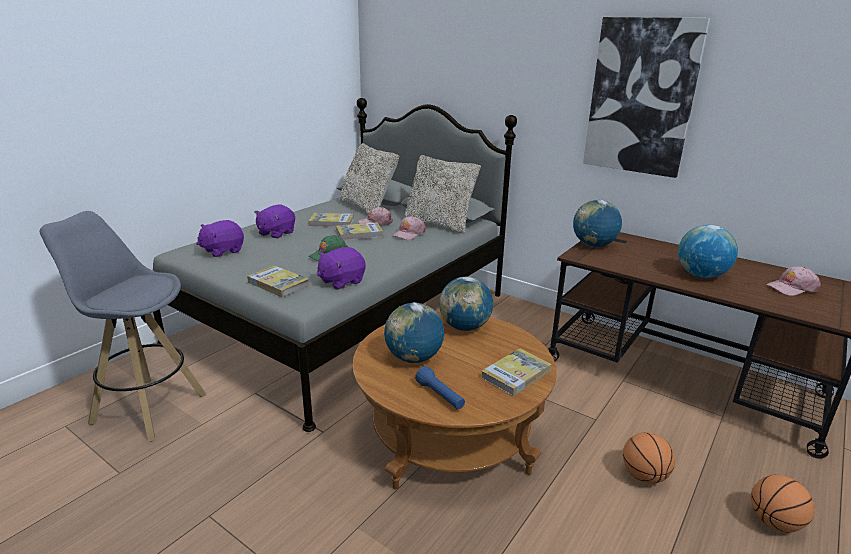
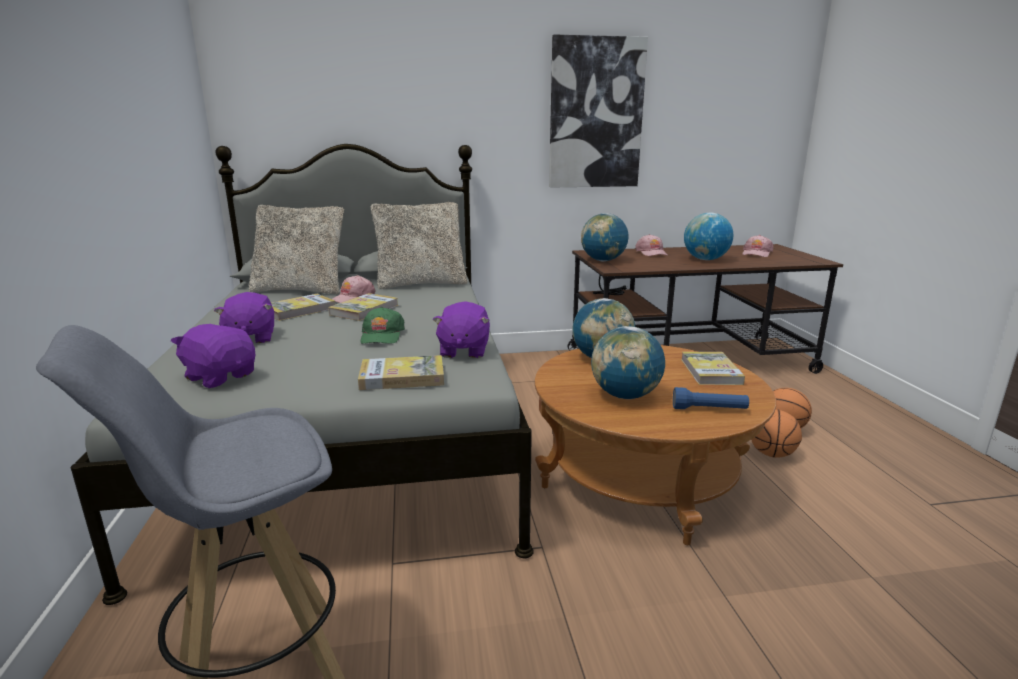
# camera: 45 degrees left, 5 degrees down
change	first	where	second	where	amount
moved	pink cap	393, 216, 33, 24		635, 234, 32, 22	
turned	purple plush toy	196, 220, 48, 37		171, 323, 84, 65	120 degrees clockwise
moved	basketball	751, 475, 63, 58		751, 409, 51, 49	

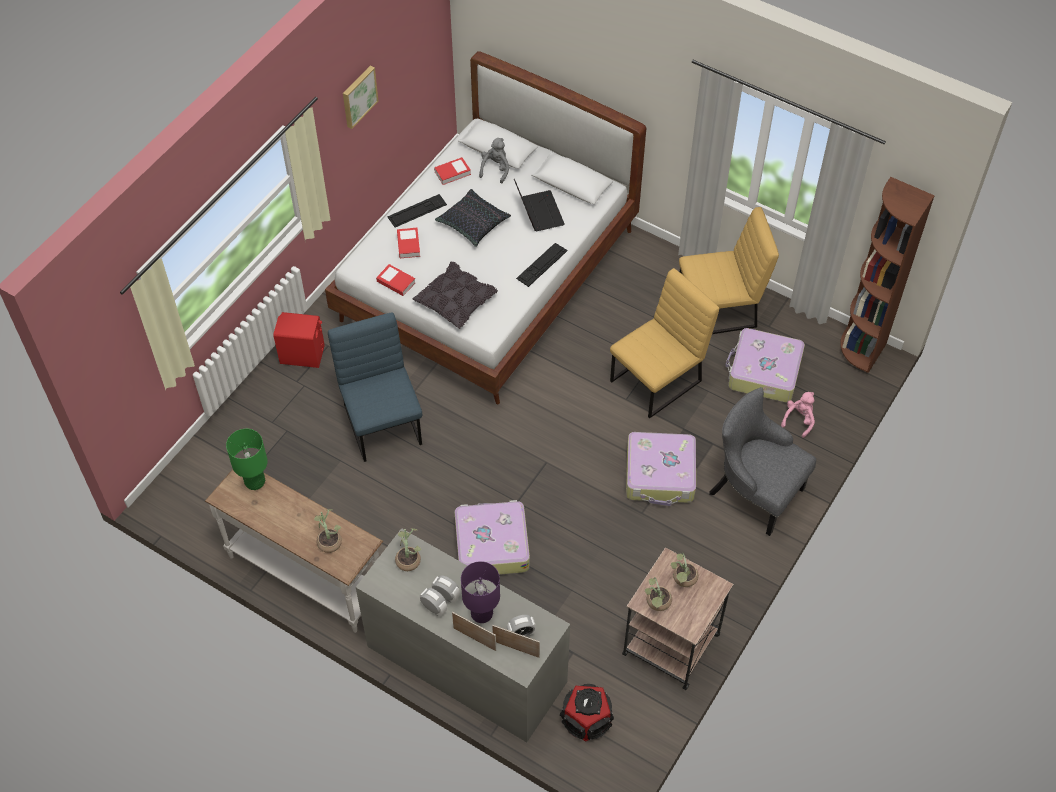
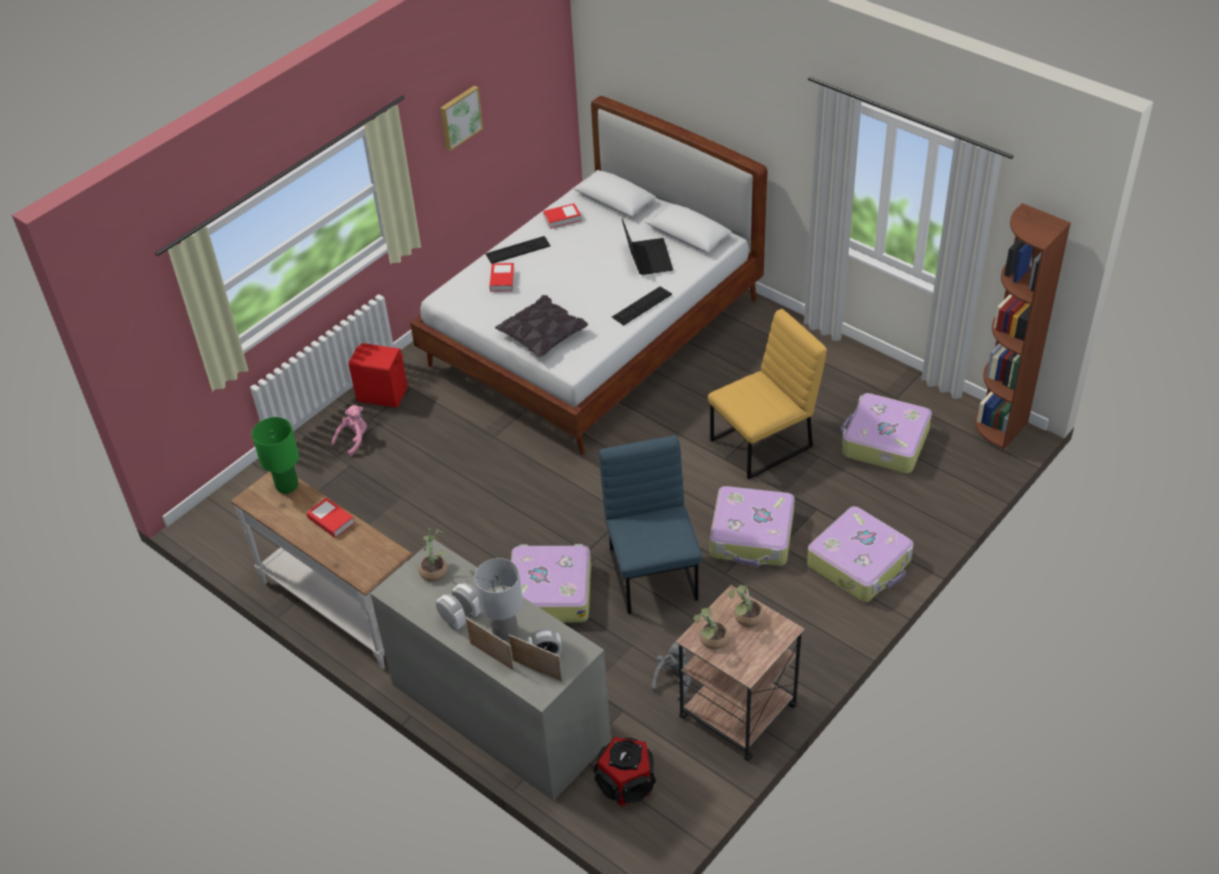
# camera: 10 degrees right, 10 degrees down
change	first	where	second	where	amount
moved	grey plush toy	479, 138, 30, 46		651, 642, 40, 59	
removed	black pillow	435, 189, 76, 58			
removed	yellow chair	679, 207, 100, 127			
moved	book	376, 264, 40, 32		307, 498, 48, 40	
moved	blue chair	328, 312, 94, 150		599, 435, 103, 179	
replaced	grey armchair	709, 387, 107, 149	suitcase	807, 506, 106, 96	
moved	pink plush toy	781, 392, 34, 46		331, 405, 36, 51	
removed	potted plant	314, 509, 28, 44			
recoloured	purple table lamp	461, 561, 39, 62	grey table lamp	475, 558, 48, 82	

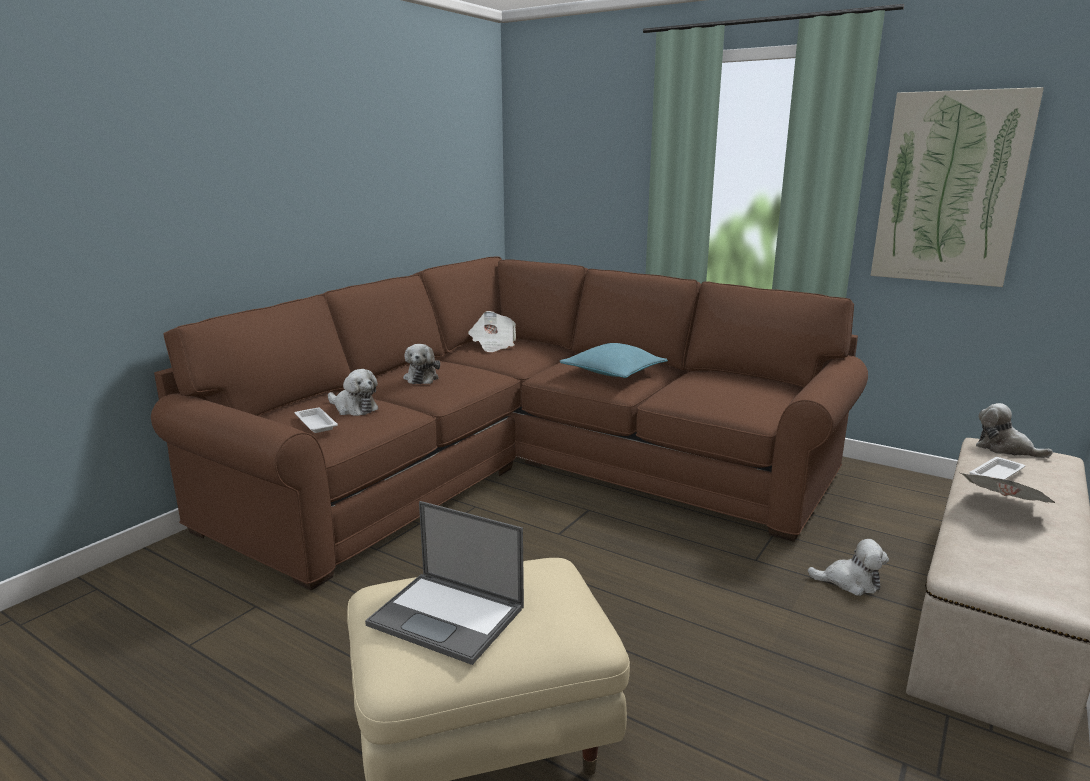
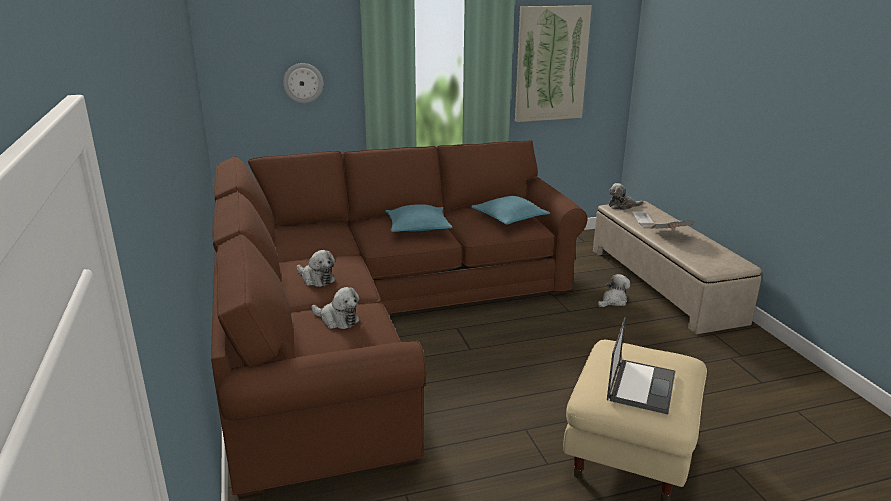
# camera: 50 degrees left, 5 degrees up
change	first	where	second	where	amount
removed	newspaper	468, 311, 48, 41			
turned	plush toy	328, 369, 50, 47		311, 287, 49, 42	45 degrees clockwise
removed	white tray	294, 408, 44, 25			
turned	laptop	365, 501, 159, 164		607, 317, 68, 97	45 degrees counterclockwise
added			wall clock	283, 63, 41, 40	
added			turquoise pillow	471, 196, 79, 29	

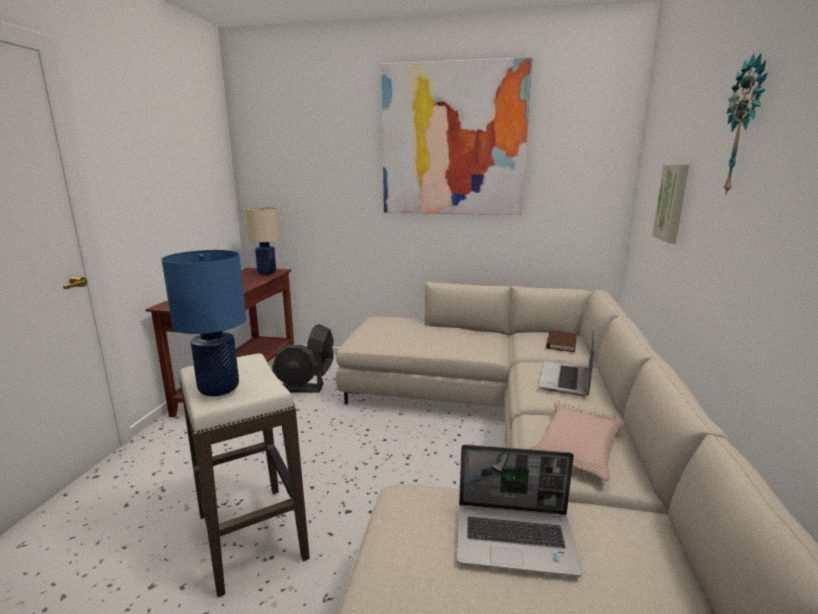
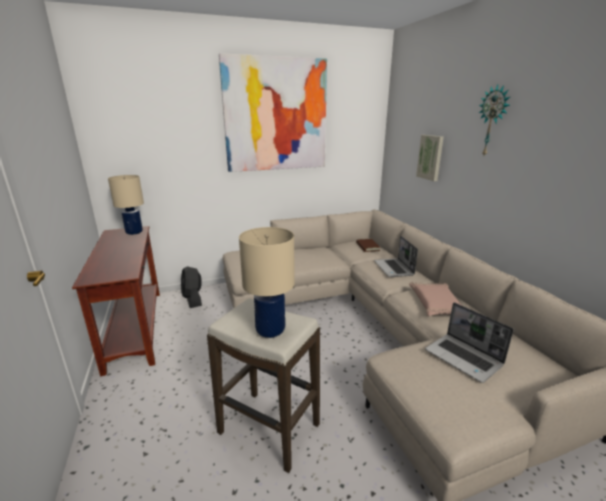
# camera: 30 degrees left, 5 degrees up
change	first	where	second	where	amount
recoloured	blue table lamp	162, 250, 84, 146	beige table lamp	239, 227, 56, 111	
removed	black fan	272, 345, 52, 48			
turned	laptop	457, 444, 125, 133		425, 302, 89, 81	75 degrees clockwise

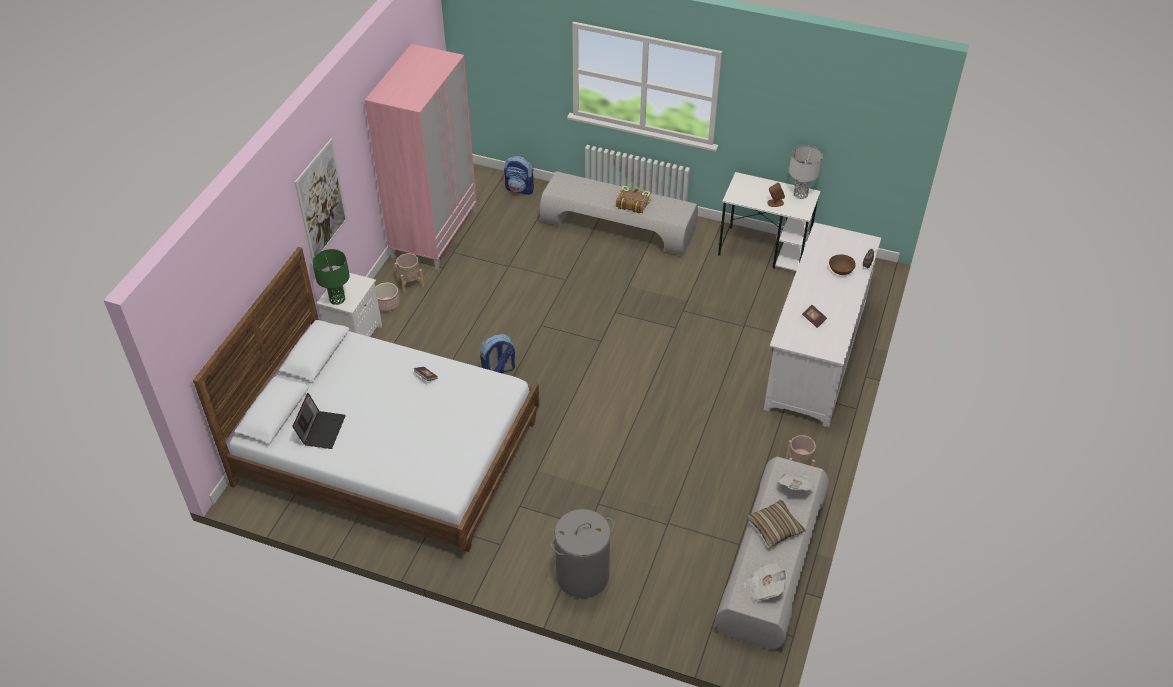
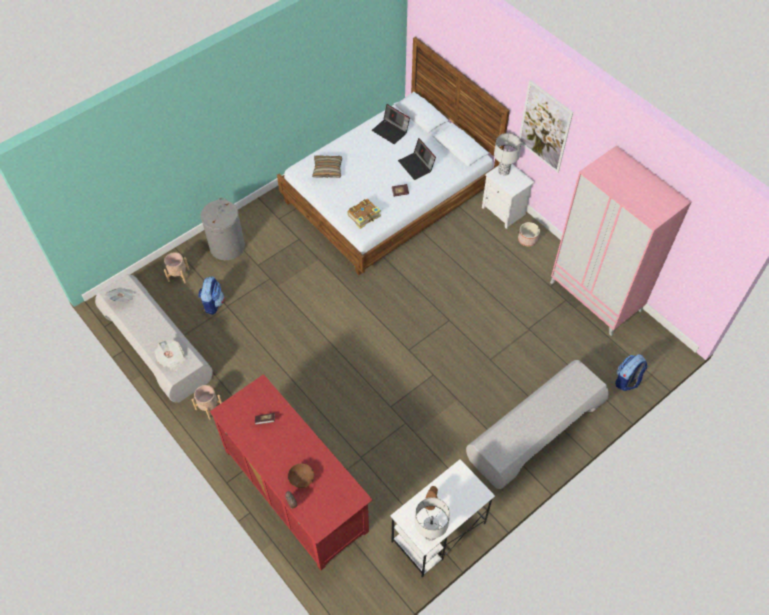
# camera: 120 degrees right, 10 degrees up
change	first	where	second	where	amount
moved	book	616, 185, 35, 28		348, 199, 33, 30	
recoloured	white dresser	764, 222, 117, 205	red dresser	210, 374, 162, 196	
recoloured	green table lamp	312, 249, 38, 56	white table lamp	494, 133, 28, 42	
moved	beige planter	395, 253, 29, 40		164, 252, 26, 31	
moved	backpack	480, 334, 35, 39		198, 276, 27, 39	
moved	pillow	747, 500, 58, 48		312, 155, 30, 23	
added			laptop	398, 138, 38, 42	

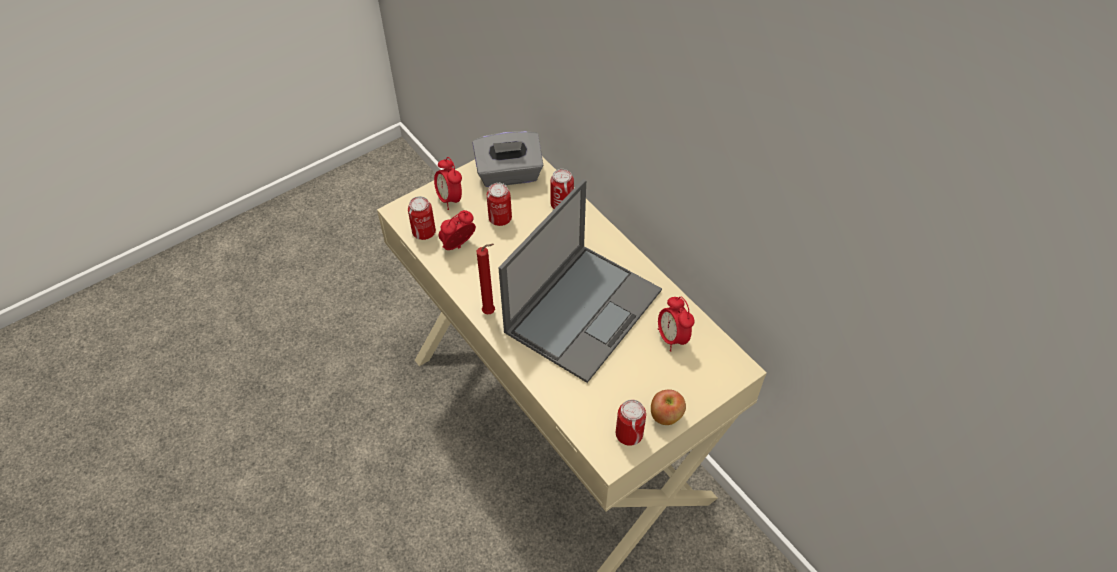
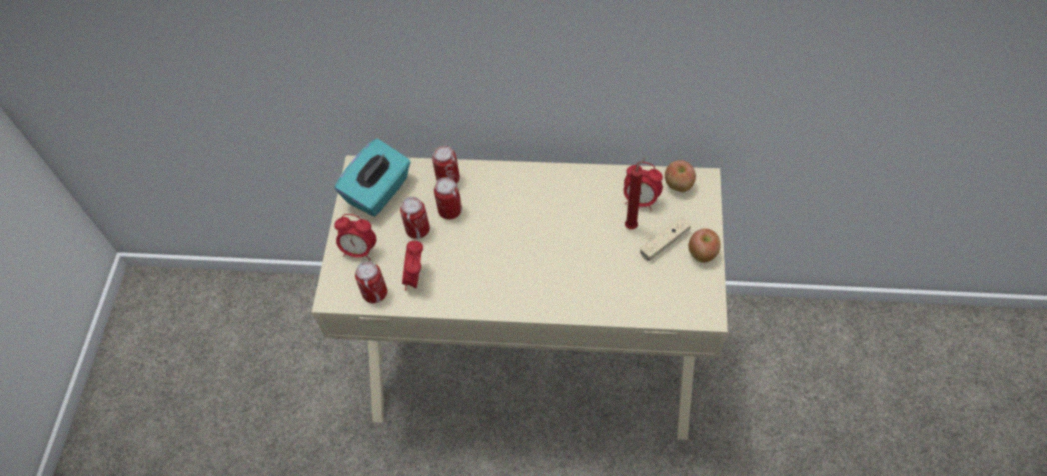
# camera: 45 degrees left, 5 degrees up
change	first	where	second	where	amount
recoloured	grey tissue box	473, 131, 71, 56	turquoise tissue box	335, 138, 76, 78	
removed	laptop	498, 179, 164, 204			
moved	red candle	477, 244, 18, 70		625, 157, 20, 72	
moved	can	616, 400, 30, 46		434, 177, 28, 42	
added			apple	665, 160, 31, 32	
added			beige game controller	640, 217, 50, 44	

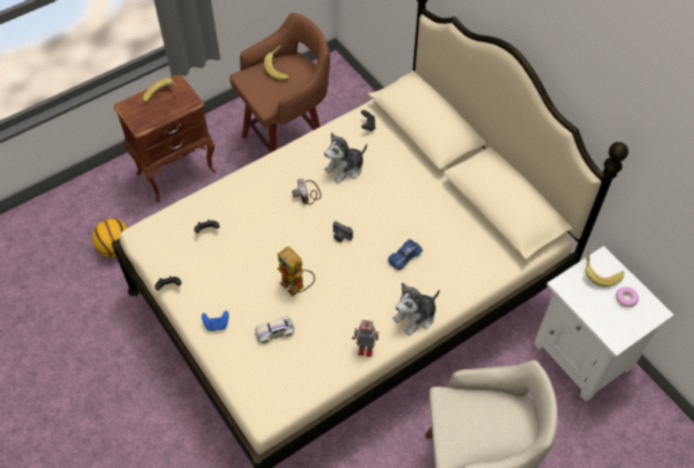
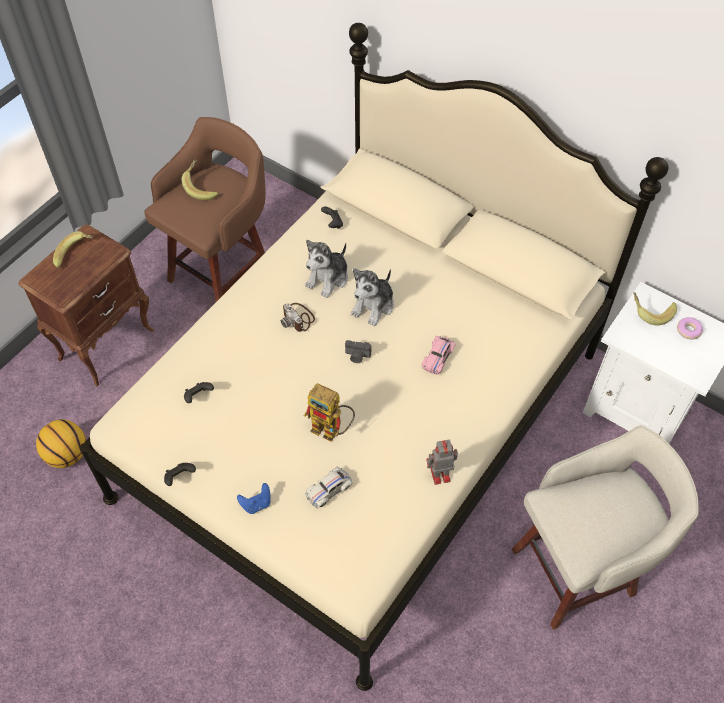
# camera: 20 degrees left, 0 degrees up
change	first	where	second	where	amount
recoloured	blue toy car	387, 239, 36, 31	pink toy car	422, 336, 34, 39	
moved	plush toy	393, 283, 47, 53		351, 268, 43, 58	

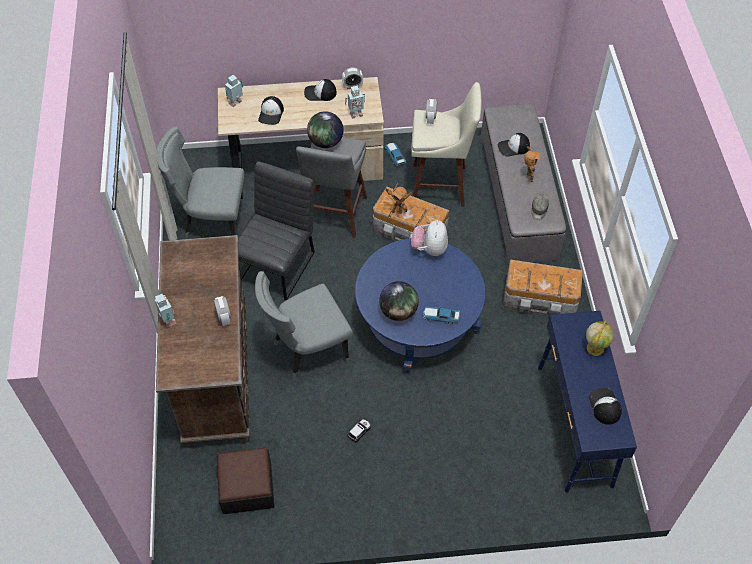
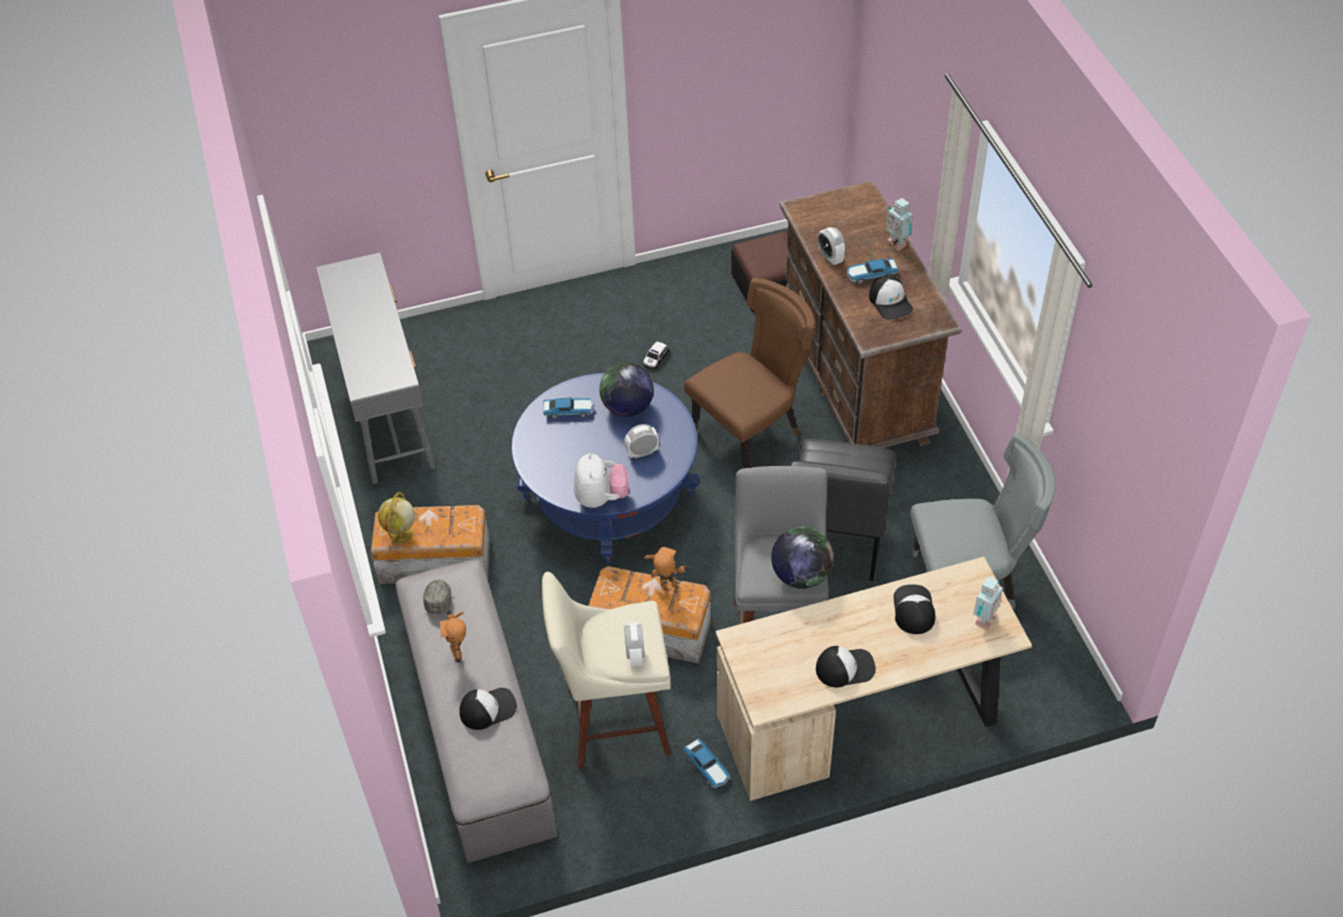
# camera: 170 degrees right, 5 degrees down
change	first	where	second	where	amount
moved	alarm clock	342, 67, 21, 22		624, 424, 35, 35	
removed	toy robot	345, 86, 20, 33			
recoloured	grey chair	255, 271, 98, 109	brown chair	684, 278, 131, 190	
recoloured	blue console table	538, 311, 99, 182	grey console table	316, 252, 119, 232	
moved	globe	586, 319, 28, 37		378, 492, 37, 52	
moved	cap	589, 388, 33, 37		869, 275, 44, 44	
added			toy car	846, 258, 53, 26	

